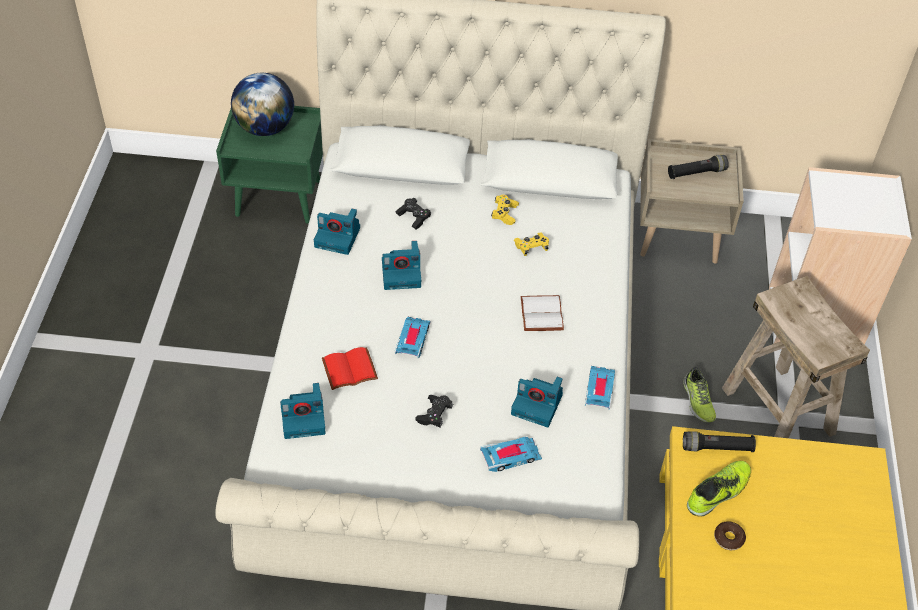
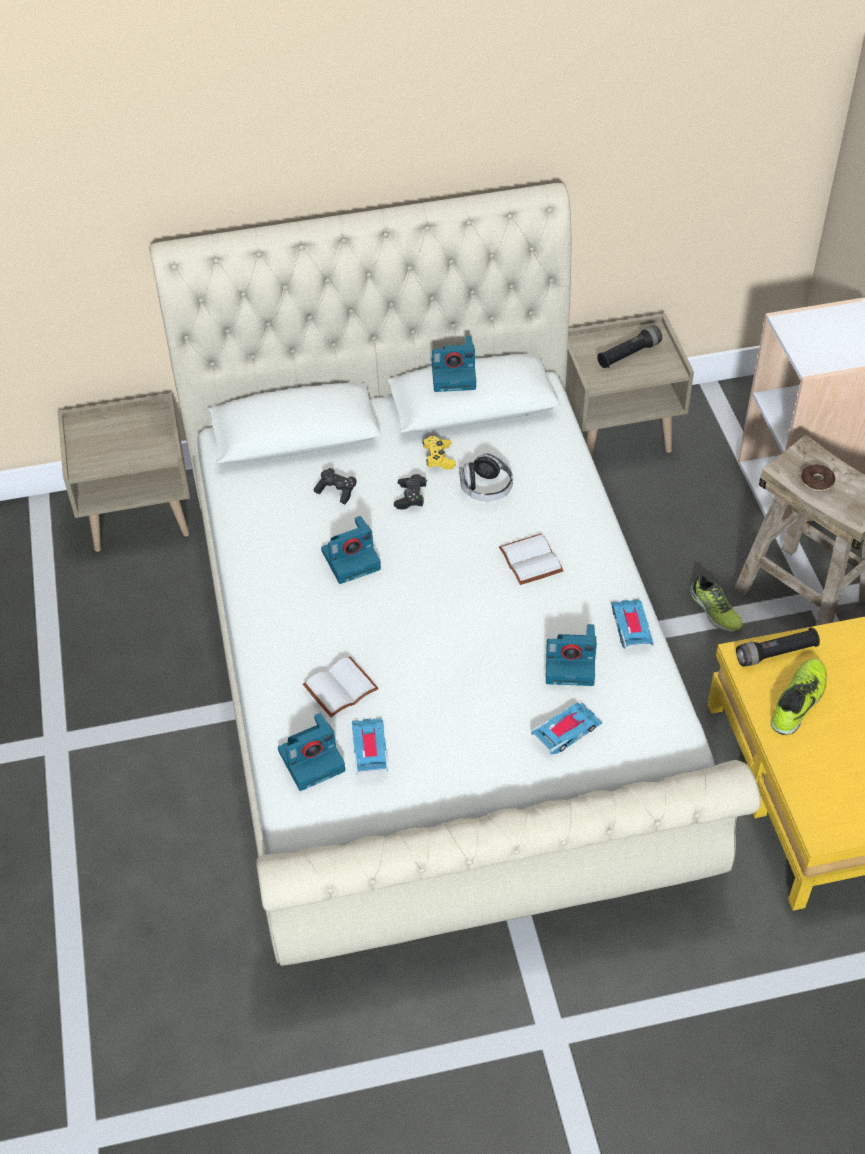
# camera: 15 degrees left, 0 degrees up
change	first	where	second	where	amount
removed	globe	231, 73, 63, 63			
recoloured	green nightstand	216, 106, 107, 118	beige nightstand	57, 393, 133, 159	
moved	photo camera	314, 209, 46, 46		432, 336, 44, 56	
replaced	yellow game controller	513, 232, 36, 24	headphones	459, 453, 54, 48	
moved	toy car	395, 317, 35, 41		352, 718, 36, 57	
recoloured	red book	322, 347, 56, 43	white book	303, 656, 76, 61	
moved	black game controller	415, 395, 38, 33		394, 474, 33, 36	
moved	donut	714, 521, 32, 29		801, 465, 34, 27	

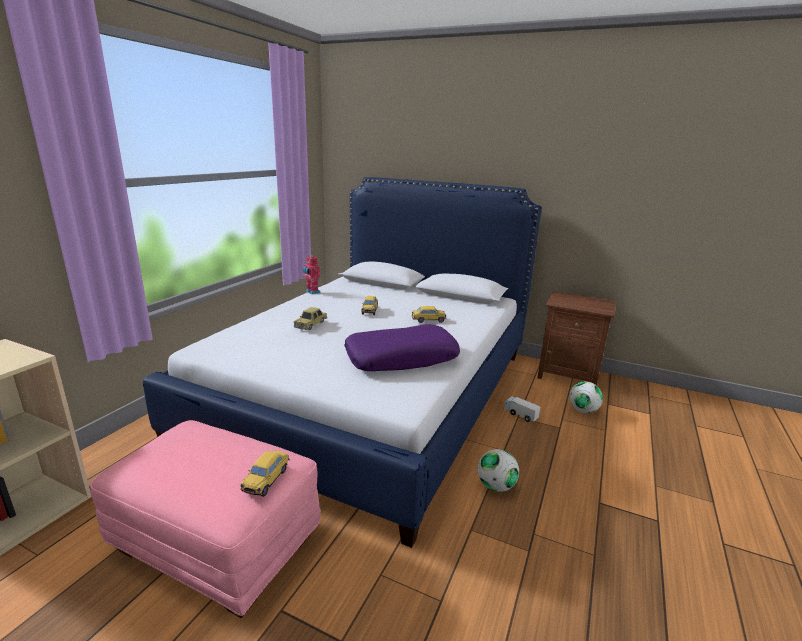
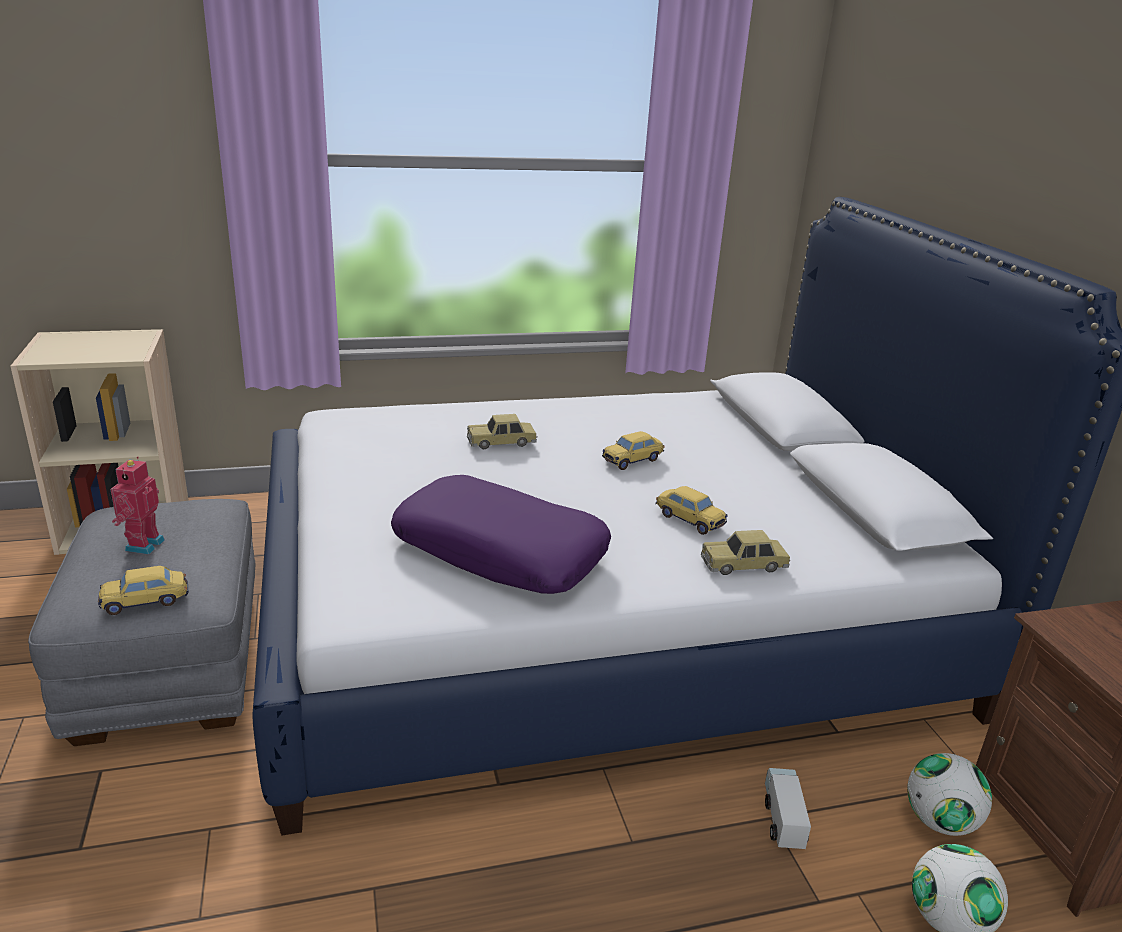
# camera: 50 degrees right, 5 degrees up
change	first	where	second	where	amount
moved	toy robot	303, 255, 17, 39		110, 457, 55, 97	
recoloured	pink ottoman	90, 420, 231, 198	grey ottoman	28, 499, 227, 247	
moved	football	478, 449, 41, 43		907, 753, 85, 83	
added			toy car	701, 530, 89, 45	

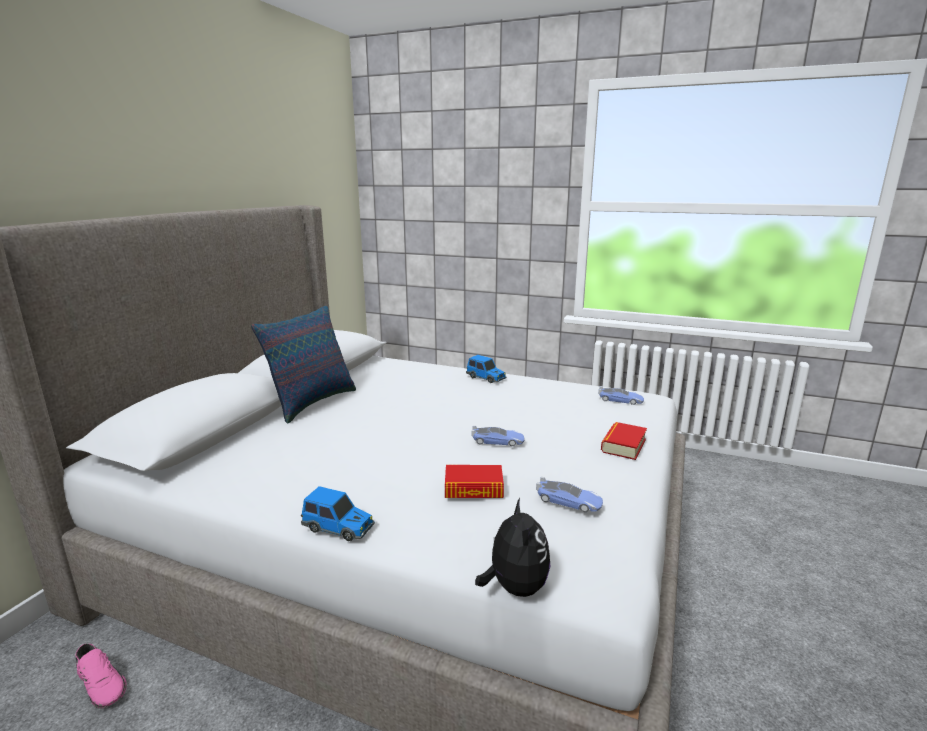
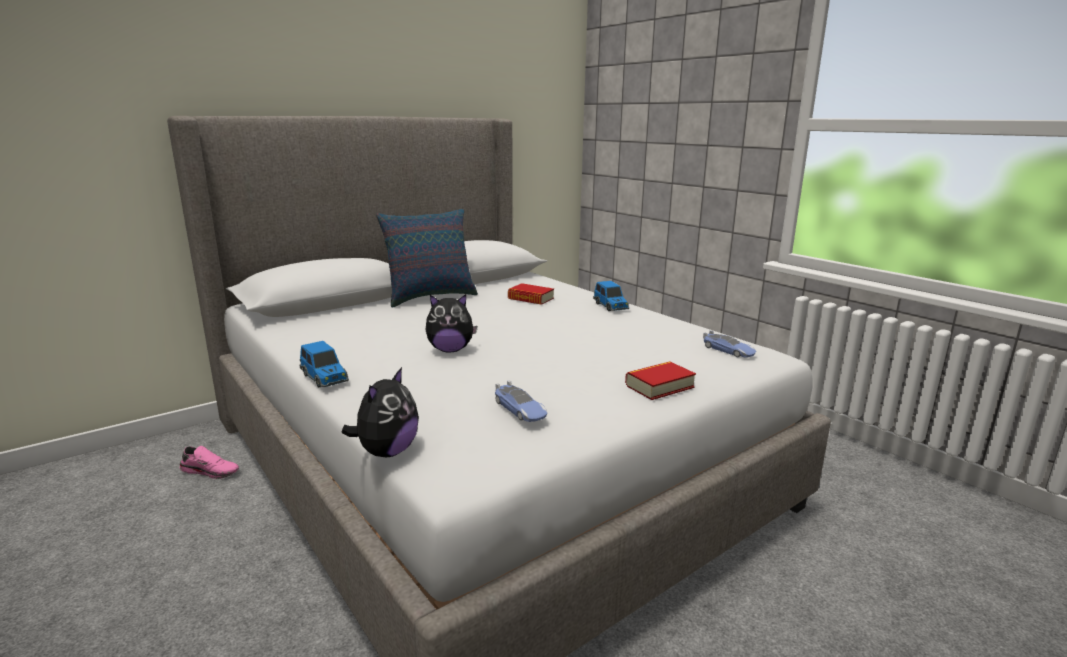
# camera: 30 degrees right, 0 degrees up
change	first	where	second	where	amount
removed	toy car	471, 426, 54, 20			
moved	book	445, 465, 59, 33		508, 283, 46, 22	
turned	pink shoe	75, 644, 52, 65		180, 446, 59, 33	60 degrees counterclockwise
added			plush toy	425, 294, 52, 58	

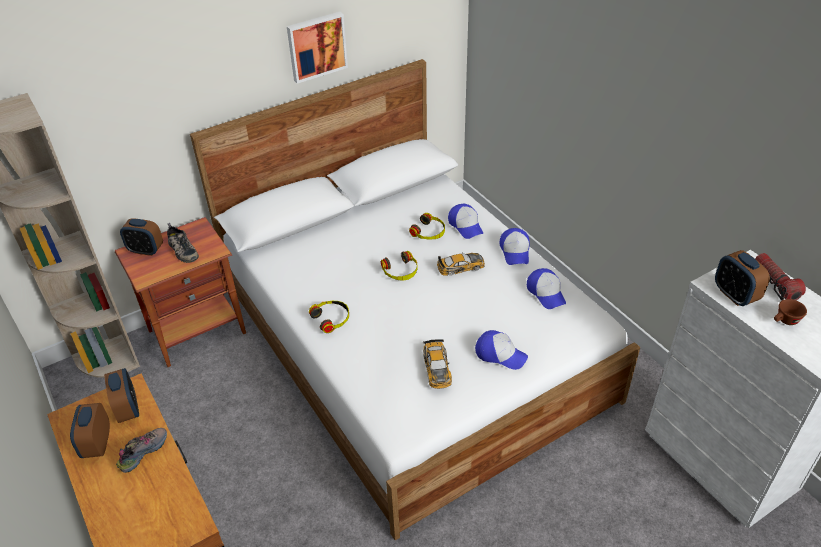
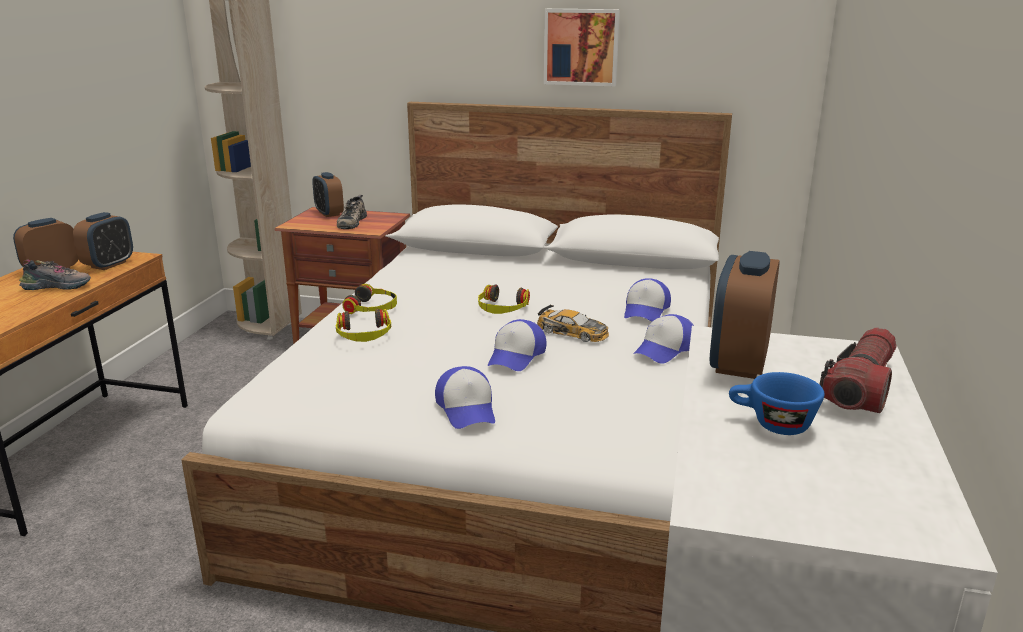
# camera: 45 degrees right, 20 degrees down
change	first	where	second	where	amount
moved	headphones	409, 213, 36, 27		336, 309, 55, 33	
moved	cap	527, 268, 39, 41		488, 319, 58, 52	
recoloured	brown cup	774, 299, 33, 26	blue cup	729, 372, 96, 63	
removed	toy car	423, 339, 29, 50			

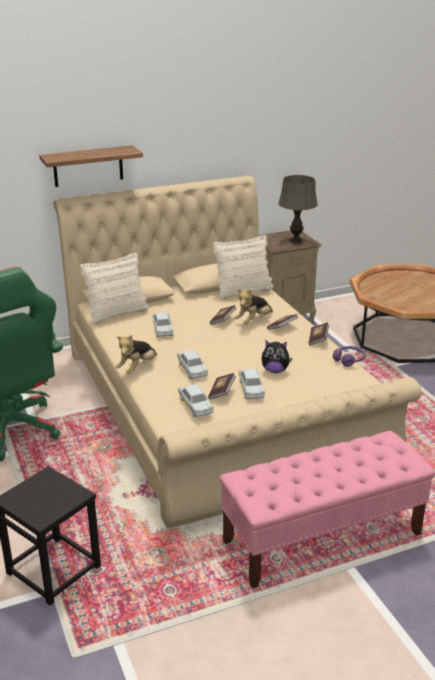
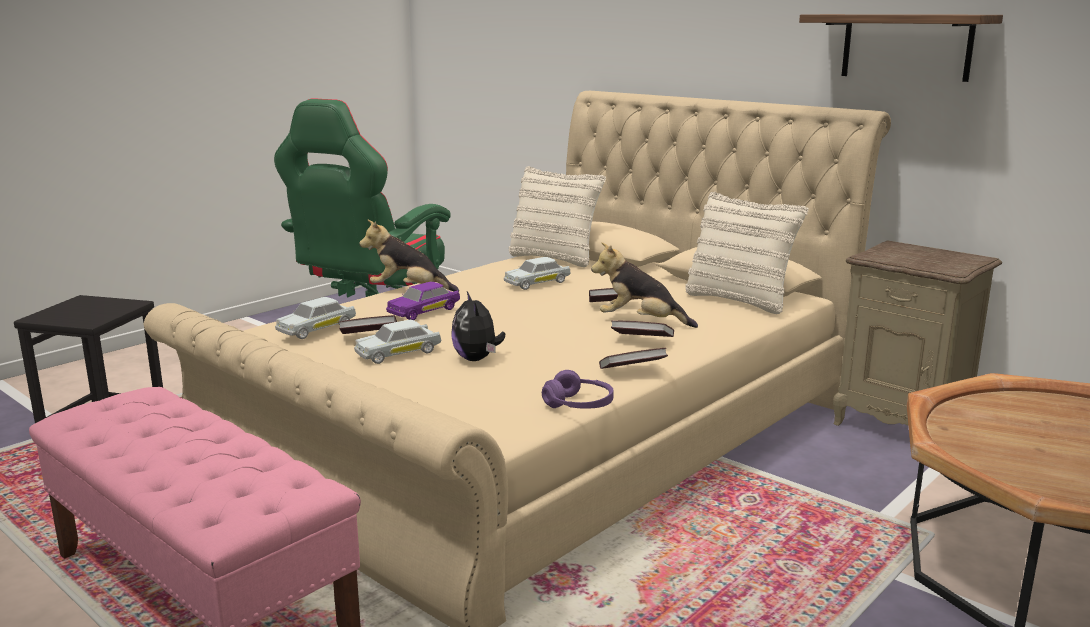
# camera: 65 degrees right, 10 degrees down
change	first	where	second	where	amount
moved	shelf	39, 145, 104, 42		799, 14, 204, 68	
removed	grey table lamp	279, 175, 39, 68			
recoloured	white toy car	177, 350, 31, 29	purple toy car	386, 282, 74, 38	

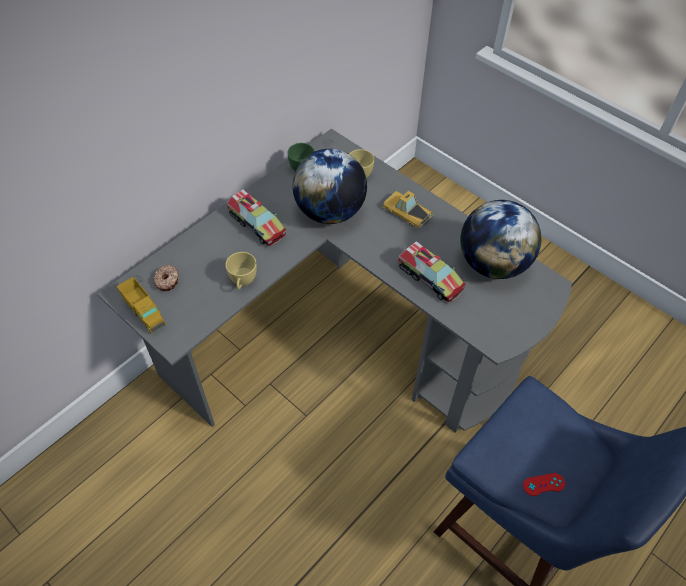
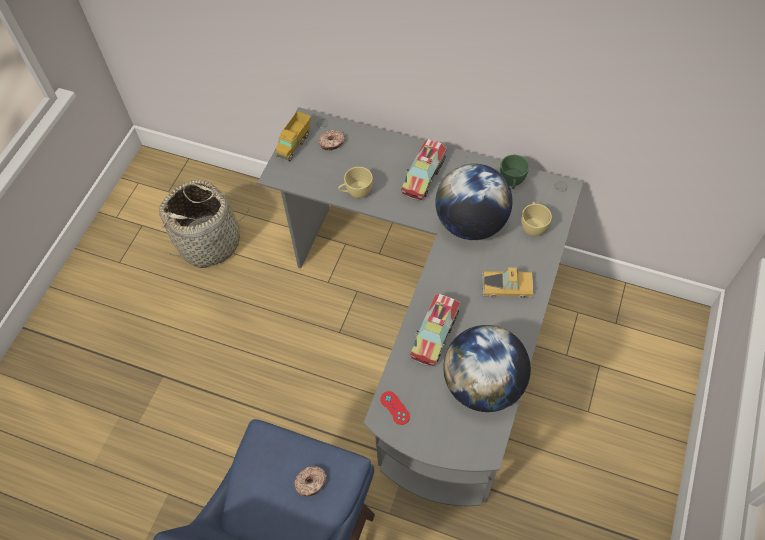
# camera: 70 degrees right, 5 degrees up
change	first	where	second	where	amount
turned	toy car	382, 191, 51, 39		482, 268, 52, 30	75 degrees clockwise
moved	red game controller	523, 473, 42, 23		380, 391, 30, 34	
added			basket	159, 179, 90, 89	
added			donut	294, 466, 33, 31	

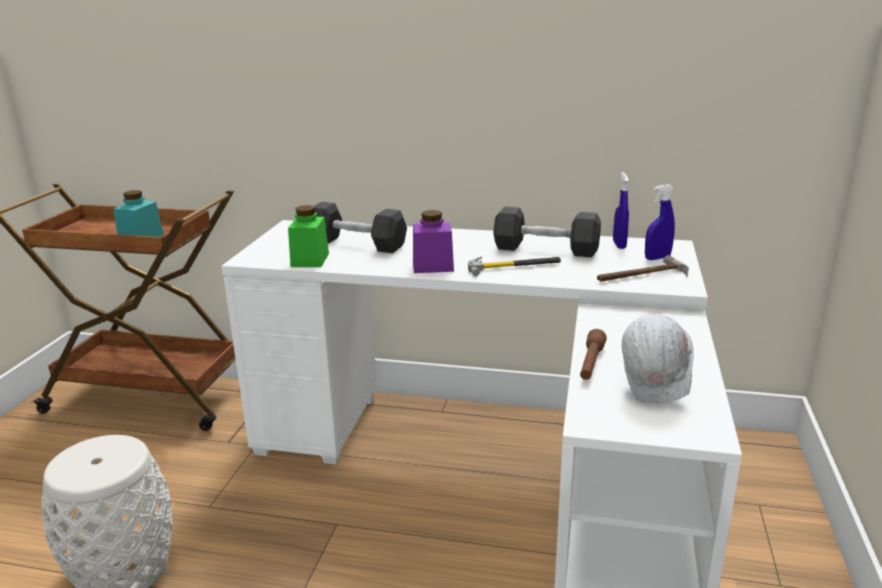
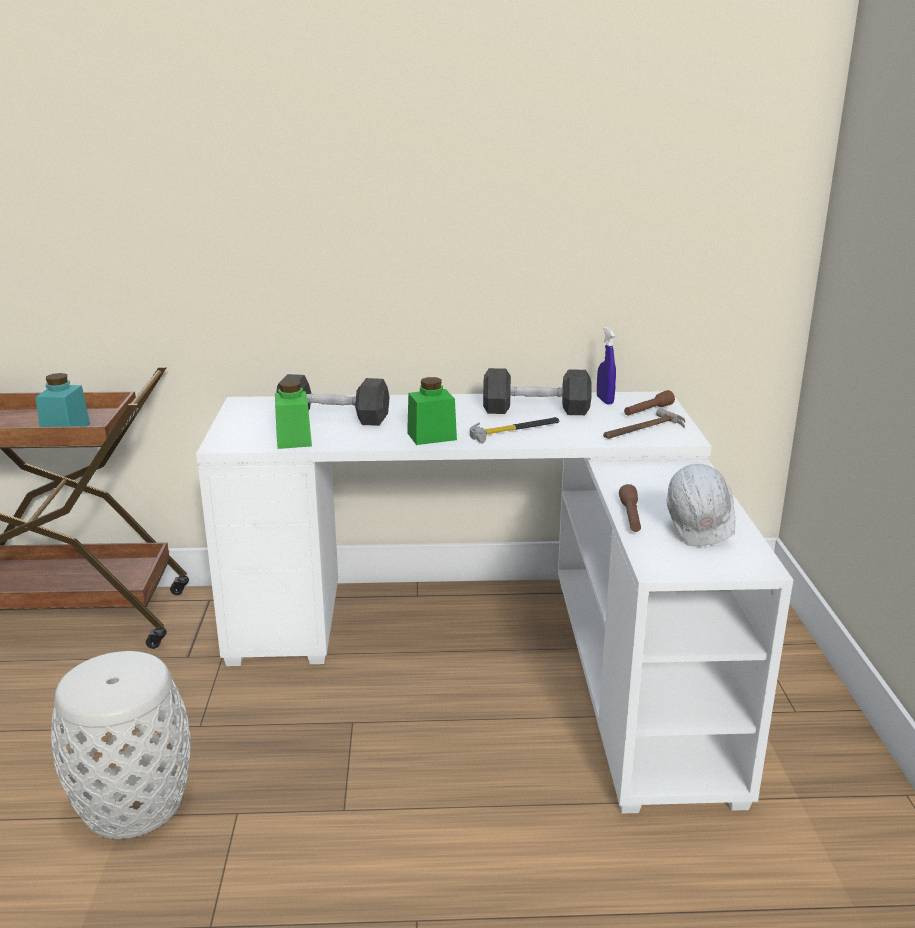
# camera: 15 degrees left, 0 degrees up
change	first	where	second	where	amount
replaced	blue spray bottle	645, 184, 30, 76	brown flashlight	624, 390, 51, 26	
recoloured	purple jar	413, 210, 41, 63	green jar	407, 377, 50, 68	

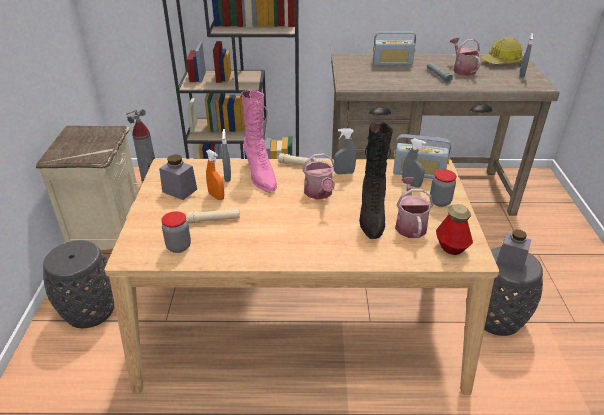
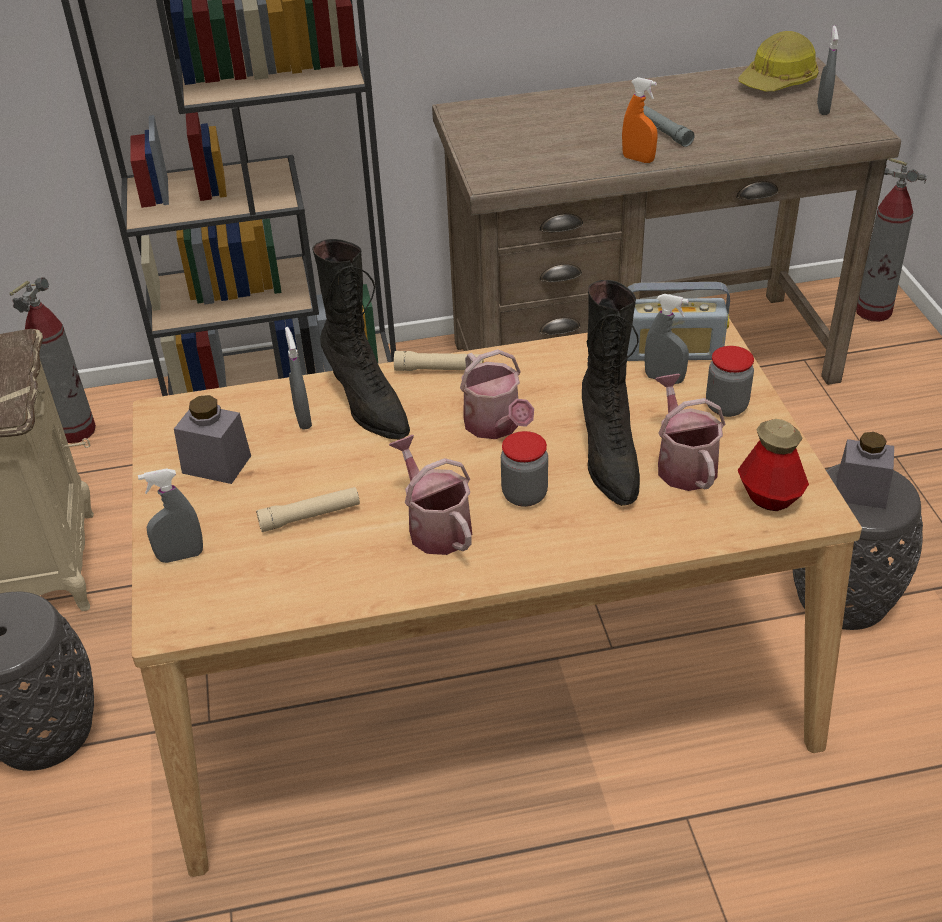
# camera: 10 degrees left, 5 degrees up
change	first	where	second	where	amount
removed	radio	373, 31, 43, 34			
moved	watering can	450, 38, 31, 38		389, 435, 83, 120	
recoloured	pink boot	242, 90, 35, 102	black boot	312, 239, 98, 201	
moved	grey spray bottle	334, 129, 22, 45		138, 469, 65, 94	
moved	orange spray bottle	206, 149, 18, 51		622, 77, 36, 86	
moved	jar	161, 211, 30, 42		501, 431, 47, 76	
added			fire extinguisher	856, 158, 71, 164	

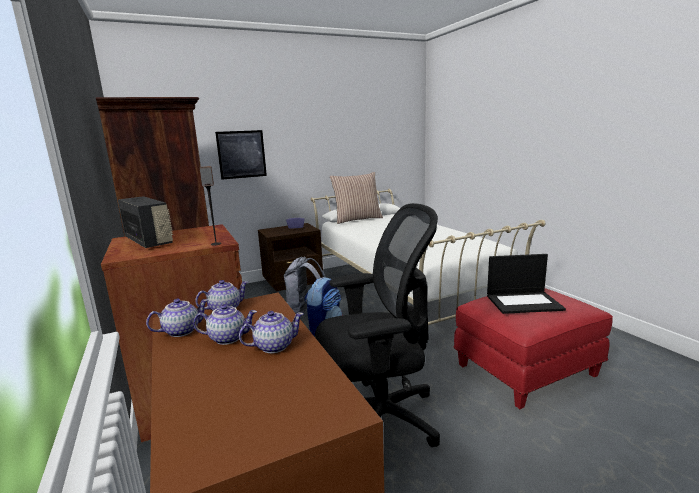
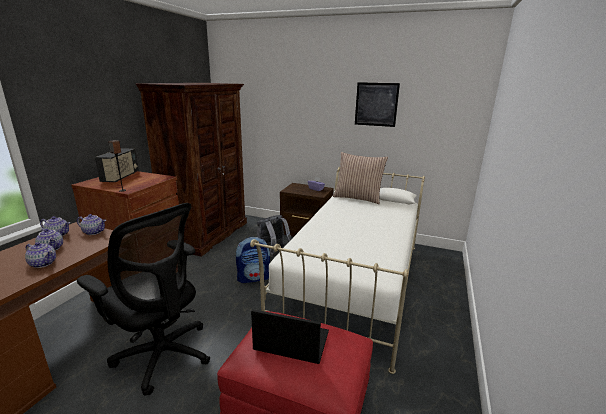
# camera: 45 degrees right, 5 degrees up
change	first	where	second	where	amount
moved	picture	215, 130, 52, 50		355, 82, 45, 45	
turned	laptop	487, 254, 79, 60		251, 309, 78, 55	150 degrees clockwise

